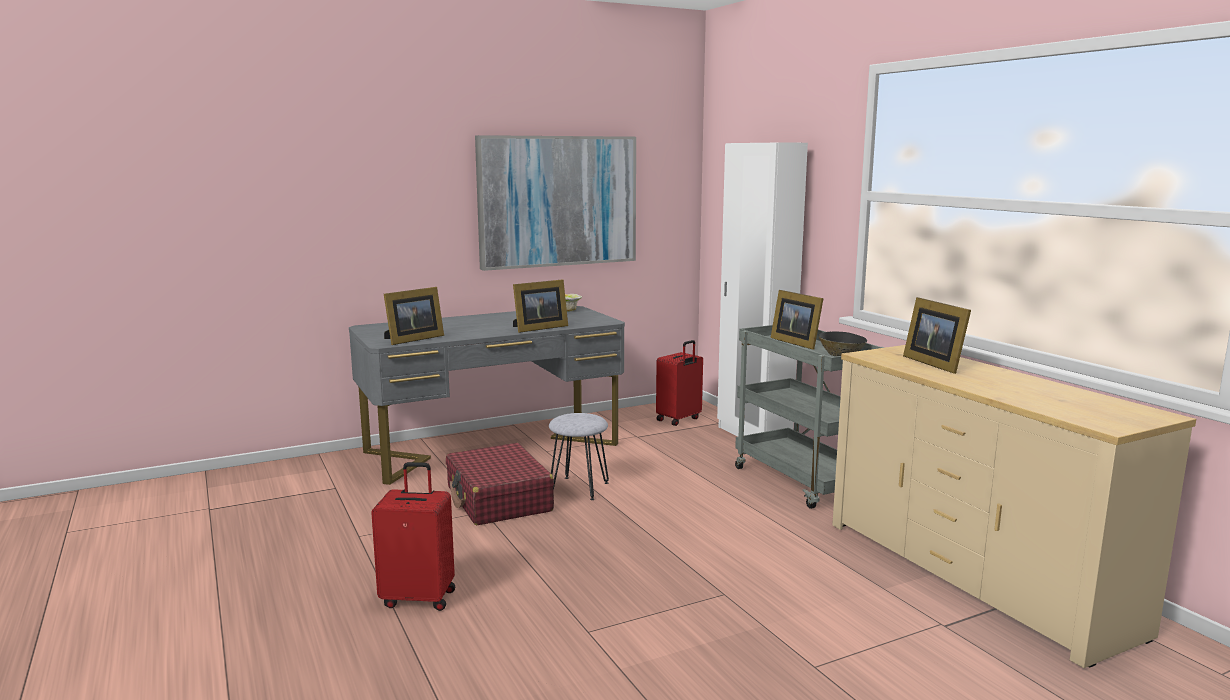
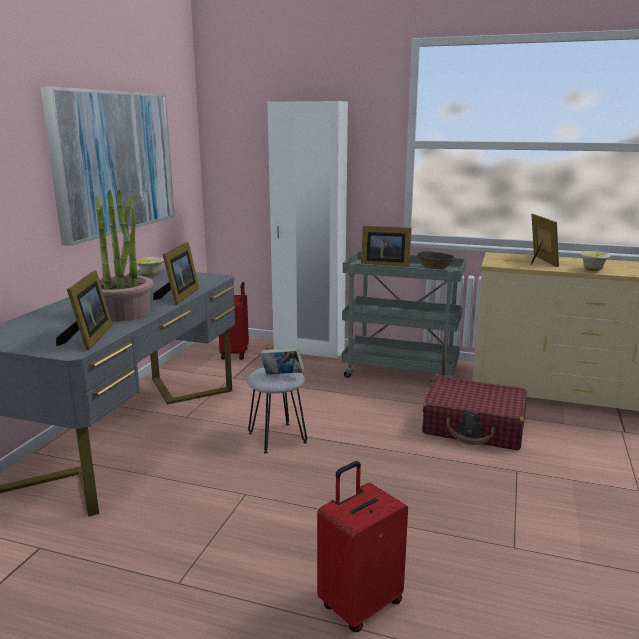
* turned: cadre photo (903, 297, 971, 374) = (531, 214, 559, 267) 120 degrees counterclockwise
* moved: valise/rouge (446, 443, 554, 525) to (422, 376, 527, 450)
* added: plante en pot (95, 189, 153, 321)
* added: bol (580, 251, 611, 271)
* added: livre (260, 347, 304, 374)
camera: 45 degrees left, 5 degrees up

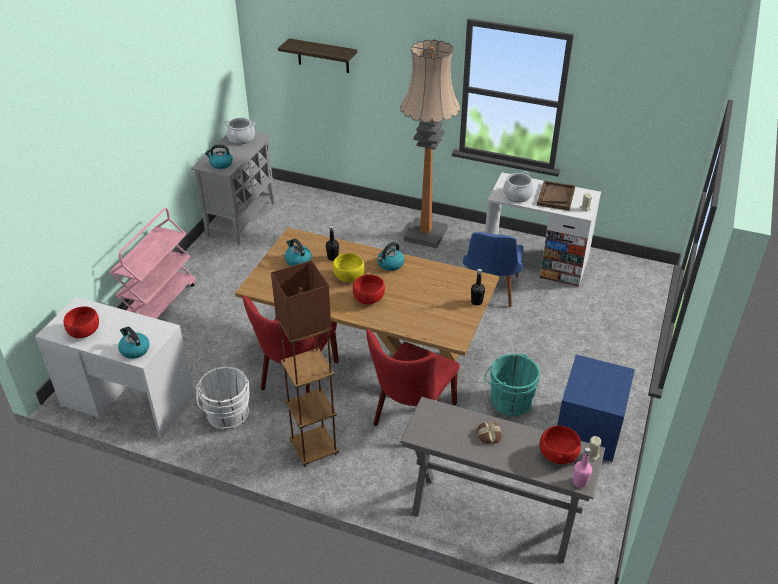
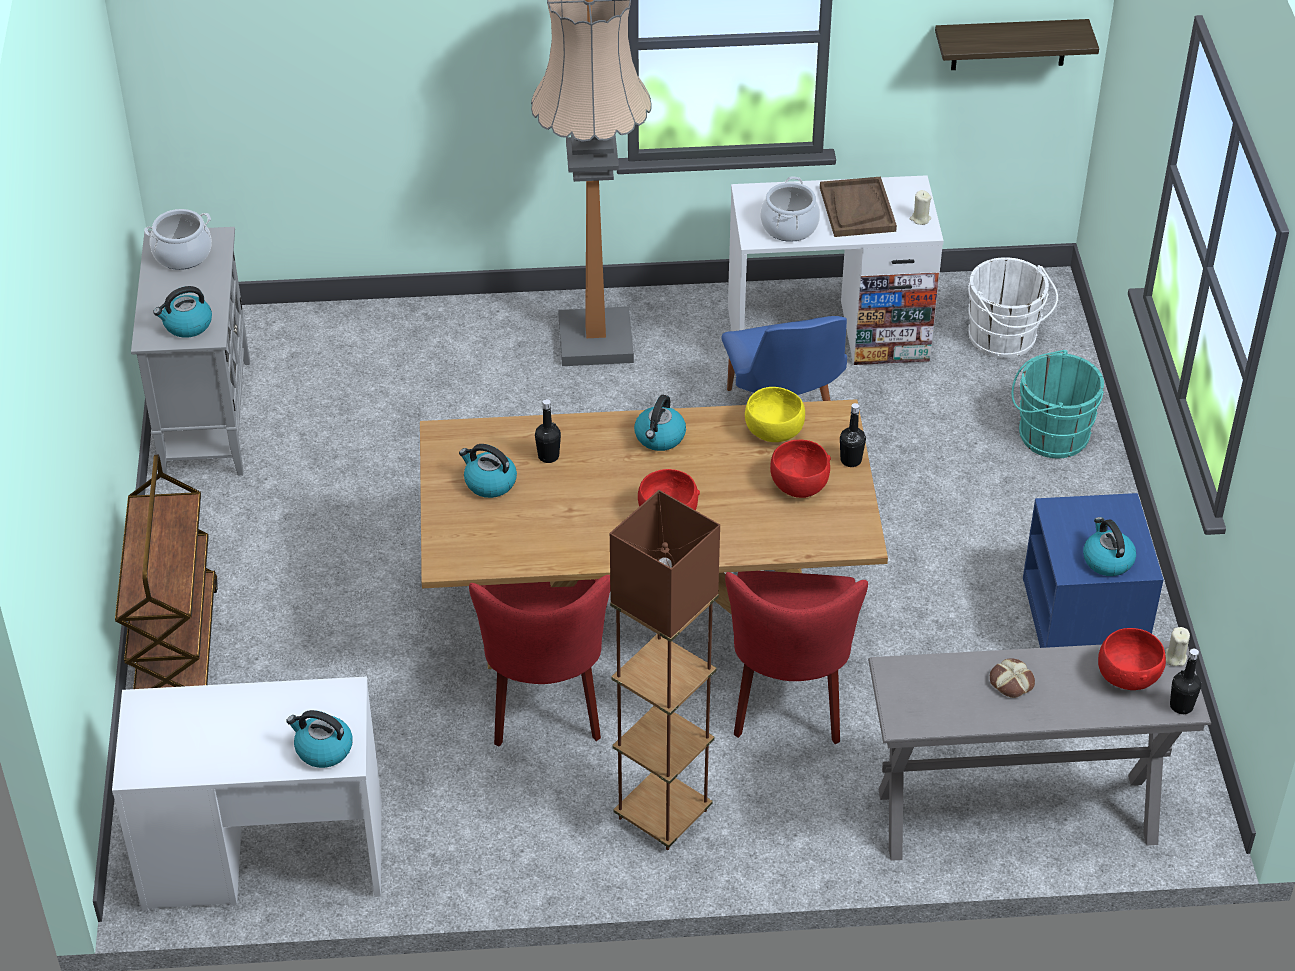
* moved: étagère (278, 38, 357, 73) to (935, 19, 1099, 70)
* recoloured: chariot/rose (110, 208, 196, 319) to chariot/marron (115, 454, 218, 689)
* moved: bol/jaune (333, 253, 365, 282) to (745, 387, 805, 442)
* moved: bol/rouge (64, 306, 99, 338) to (770, 440, 831, 498)
* moved: seau/turquoise (484, 354, 540, 416) to (1012, 350, 1104, 459)
* moved: seau/blanc (196, 367, 250, 430) to (968, 257, 1058, 359)
* recoloured: bouteille/rose (573, 447, 592, 488) to bouteille/noir (1170, 648, 1201, 714)
* added: bouilloire (1083, 517, 1136, 576)
camera: 25 degrees left, 5 degrees up

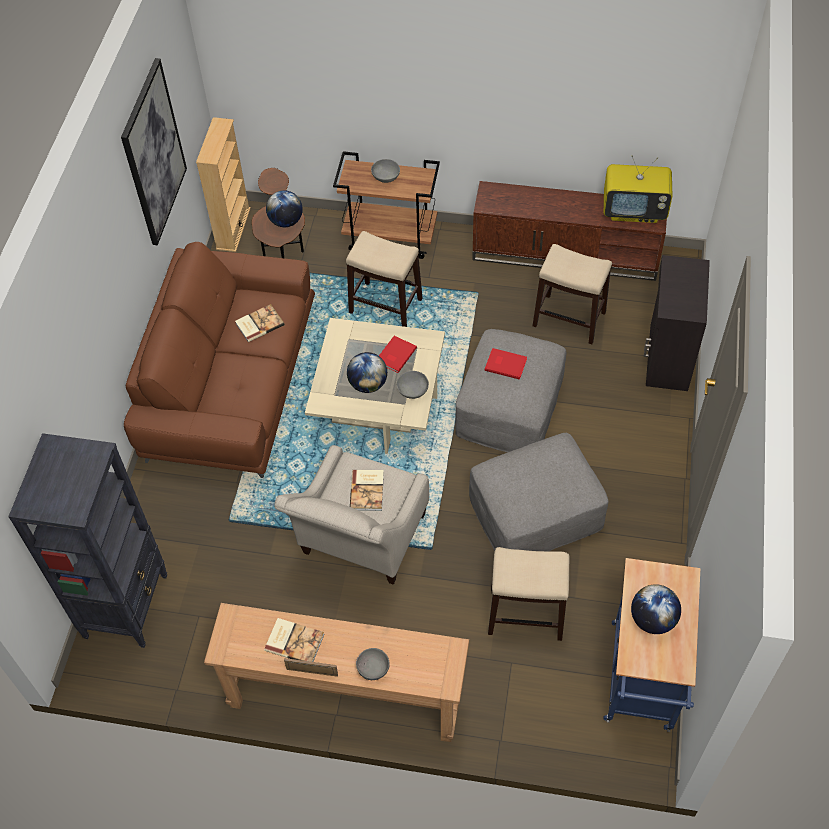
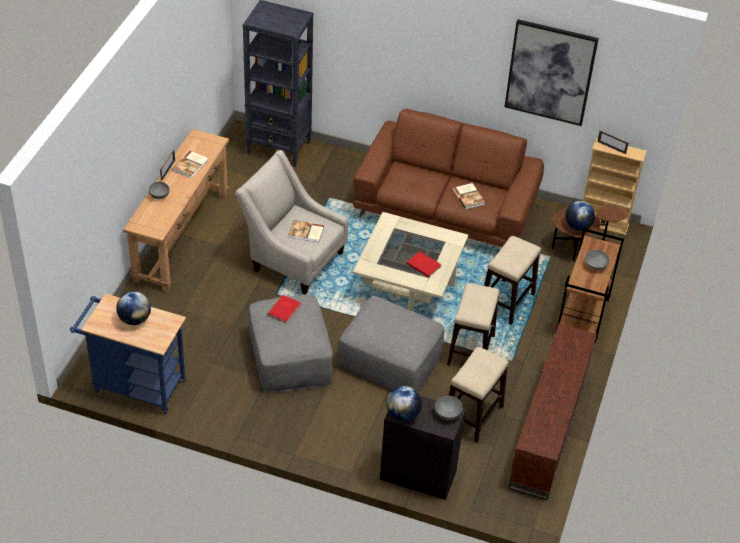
* removed: téléviseur (604, 155, 673, 223)
* moved: livre/rouge (485, 348, 527, 380) to (268, 295, 301, 323)
* moved: globe (347, 352, 387, 393) to (386, 386, 422, 422)
* moved: bol/gris (397, 371, 429, 399) to (435, 396, 463, 420)
* moved: tabouret (488, 547, 570, 641) to (447, 283, 500, 366)
* added: cadre photo (597, 130, 629, 154)
camera: 95 degrees right, 10 degrees down

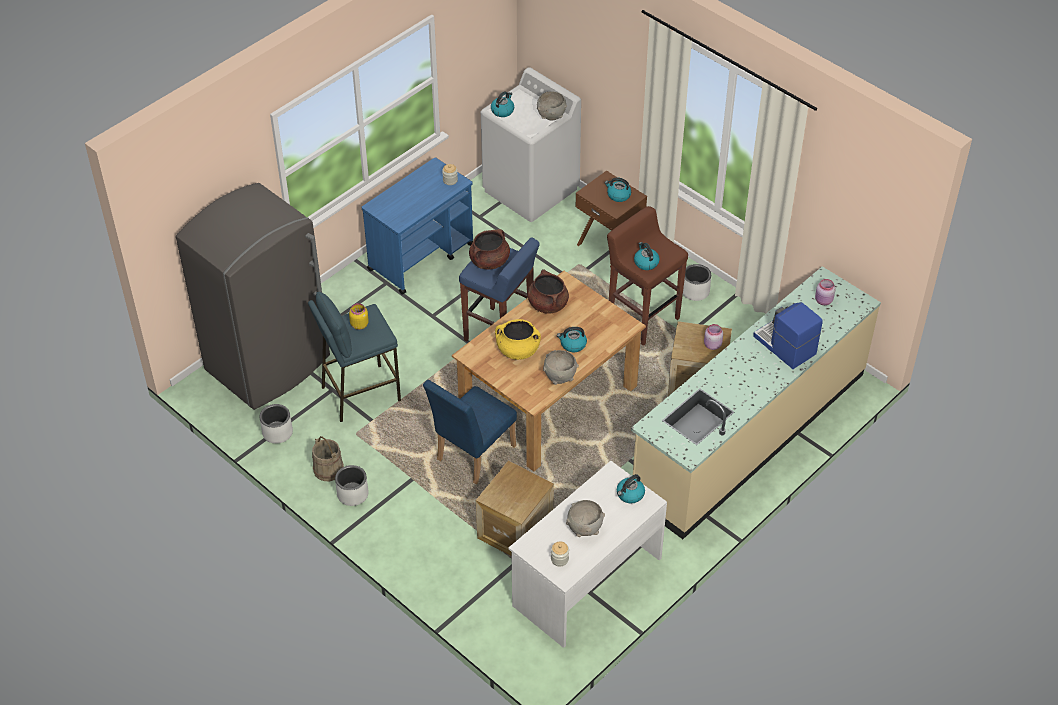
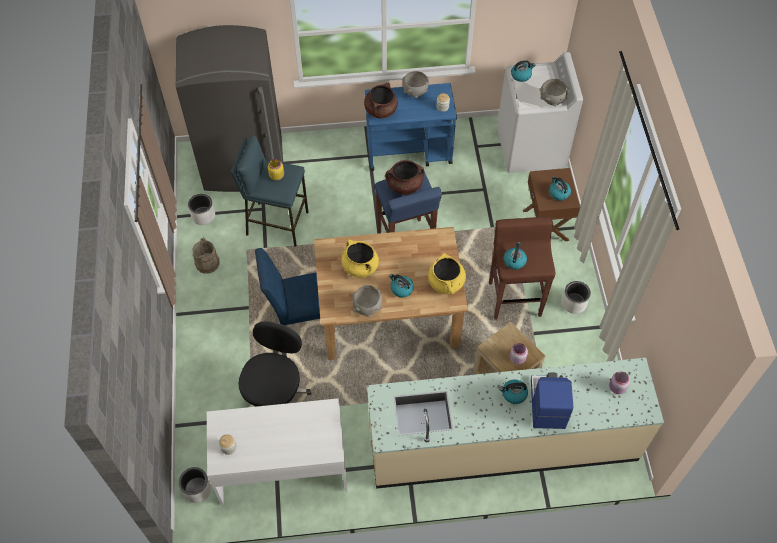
* moved: marmite/marron (527, 269, 569, 314) to (364, 83, 398, 118)
* replaced: caisse (476, 461, 554, 556) to chaise de bureau/noir (239, 321, 311, 407)
* moved: cache-pot/blanc (335, 465, 369, 506) to (179, 467, 211, 503)
* moved: bouilloire (617, 474, 645, 504) to (499, 379, 528, 404)
* moved: bol/gris (566, 500, 605, 537) to (402, 71, 429, 98)
* added: marmite/jaune (428, 253, 466, 294)
camera: 40 degrees right, 10 degrees up

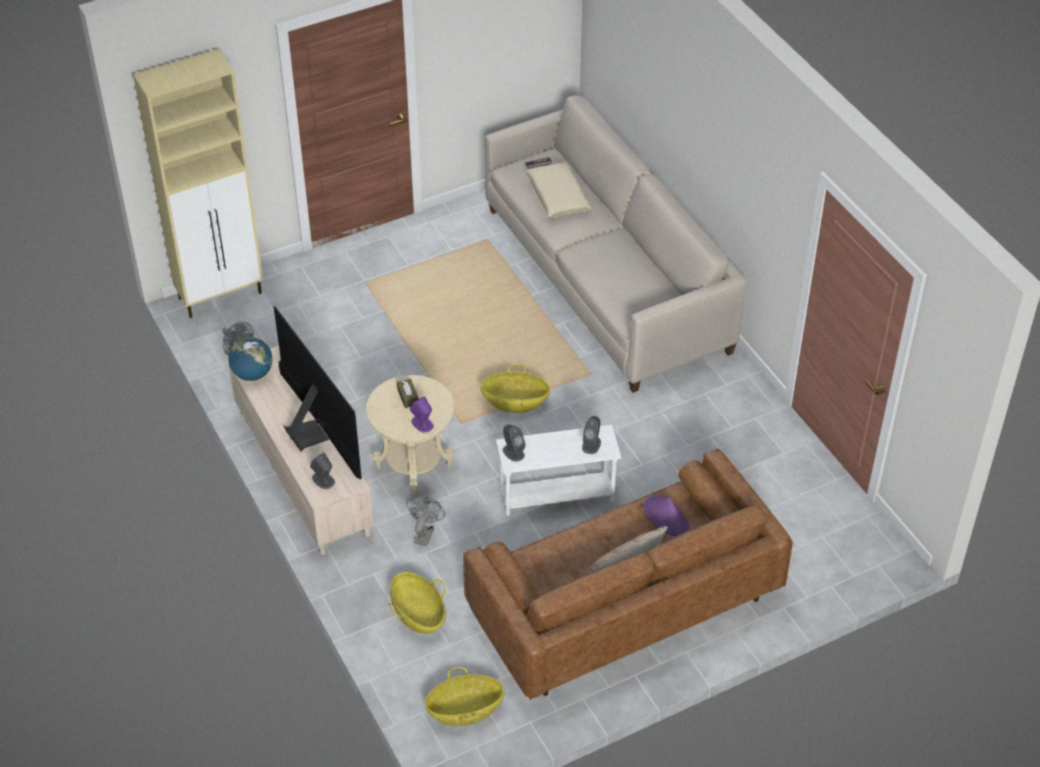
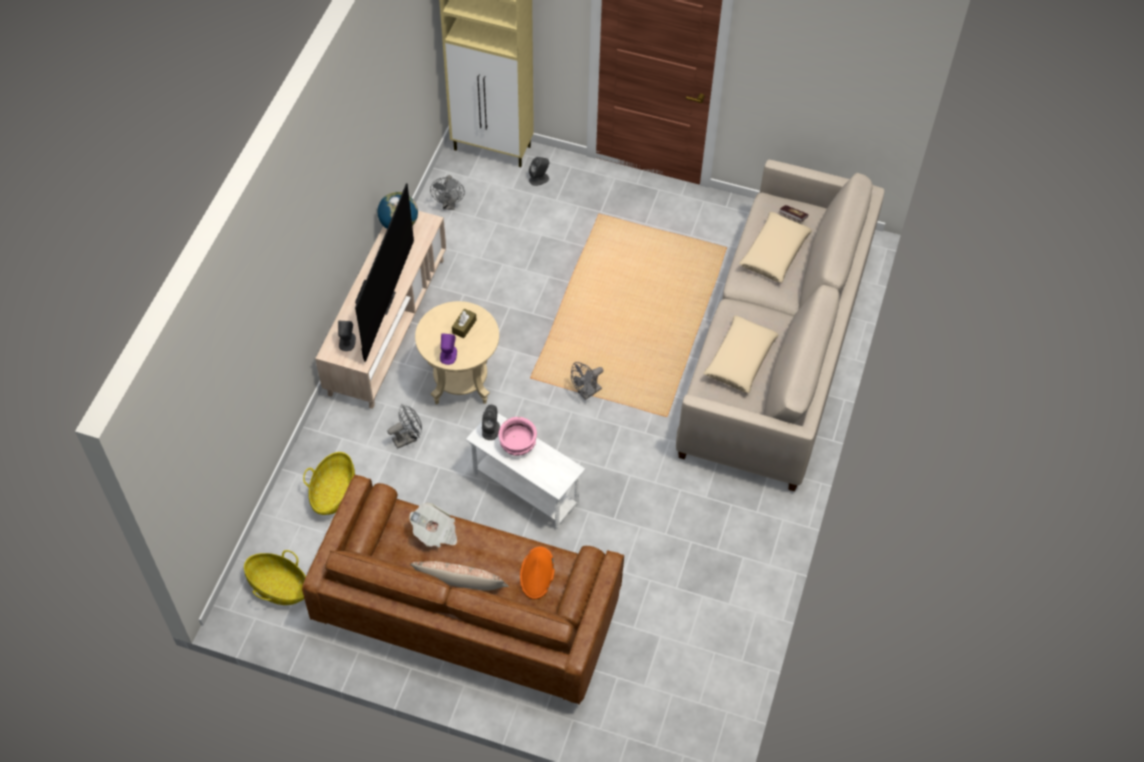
* replaced: panier (481, 364, 550, 413) to ventilateur/gris (571, 362, 603, 400)
* moved: enceinte/gris (582, 416, 601, 454) to (529, 157, 550, 186)
* recoloured: chapeau/violet (643, 496, 690, 536) to chapeau/orange (520, 546, 555, 599)
* added: coussin/beige (704, 316, 779, 393)
* added: bol/rose (498, 417, 537, 456)
* added: journal (409, 503, 457, 548)
camera: 45 degrees right, 10 degrees up

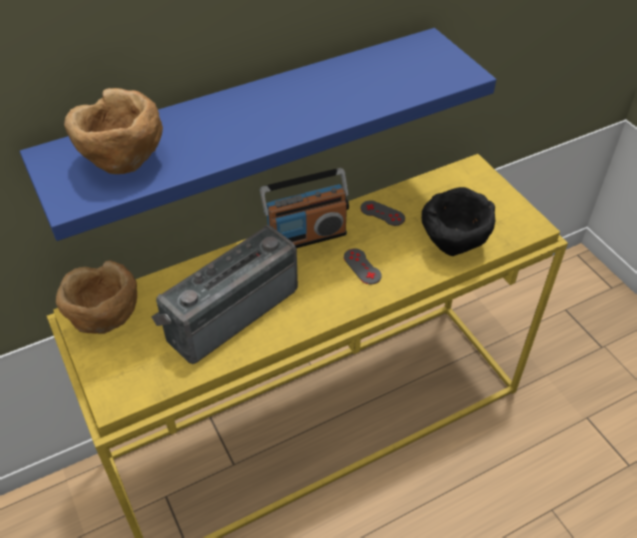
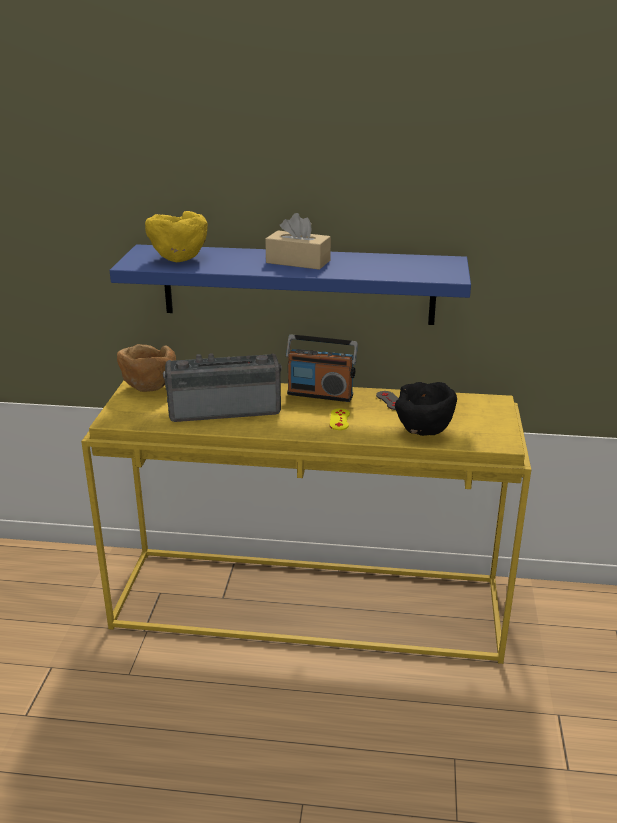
* recoloured: bol/marron (64, 88, 163, 174) to bol/jaune (145, 211, 208, 262)
* recoloured: manette/gris (344, 249, 382, 284) to manette/jaune (330, 408, 350, 430)
* added: boîte à mouchoirs/beige (265, 213, 331, 270)
camera: 35 degrees right, 20 degrees down

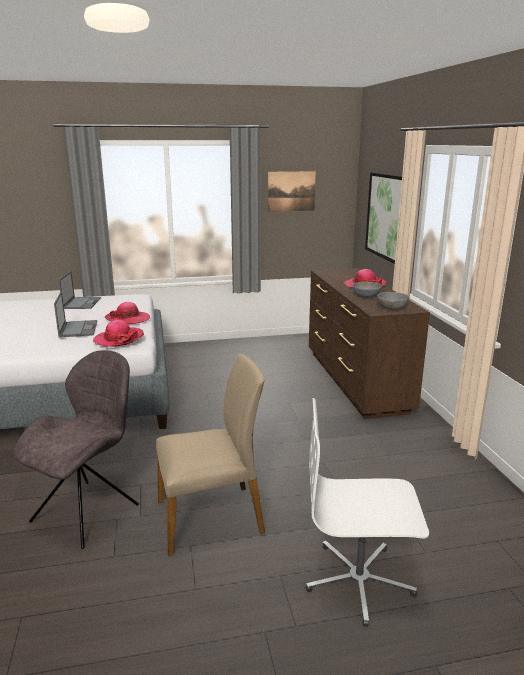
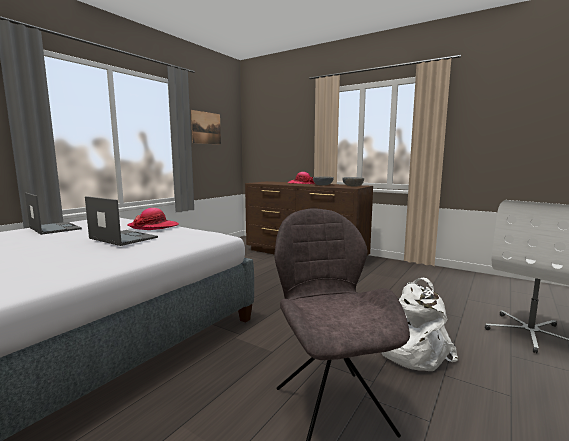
* removed: tableau (365, 172, 402, 264)
* removed: chapeau (93, 320, 144, 347)
* replaced: chaise/beige (156, 354, 265, 556) to sac à dos/blanc (381, 278, 458, 371)
camera: 45 degrees left, 10 degrees down

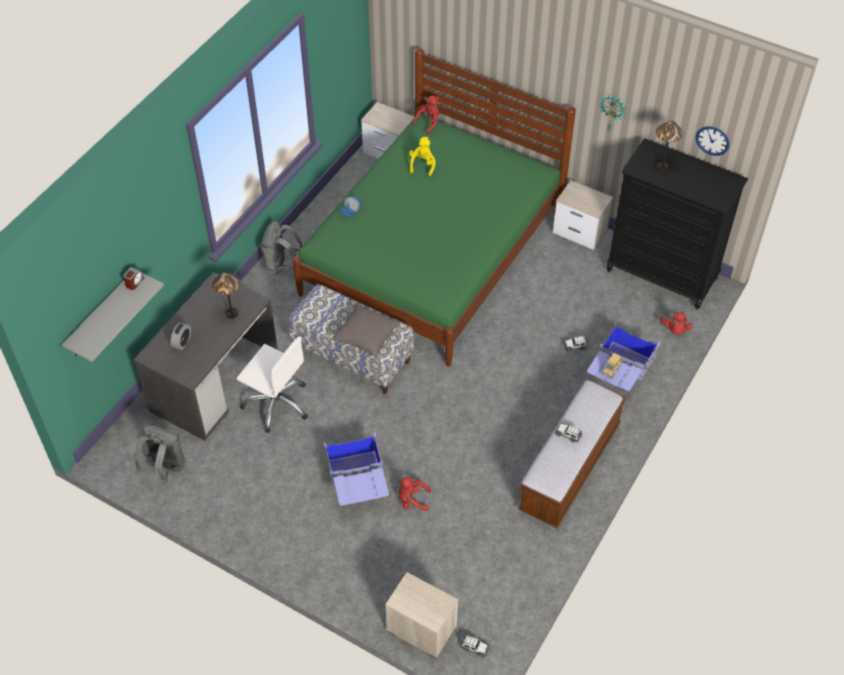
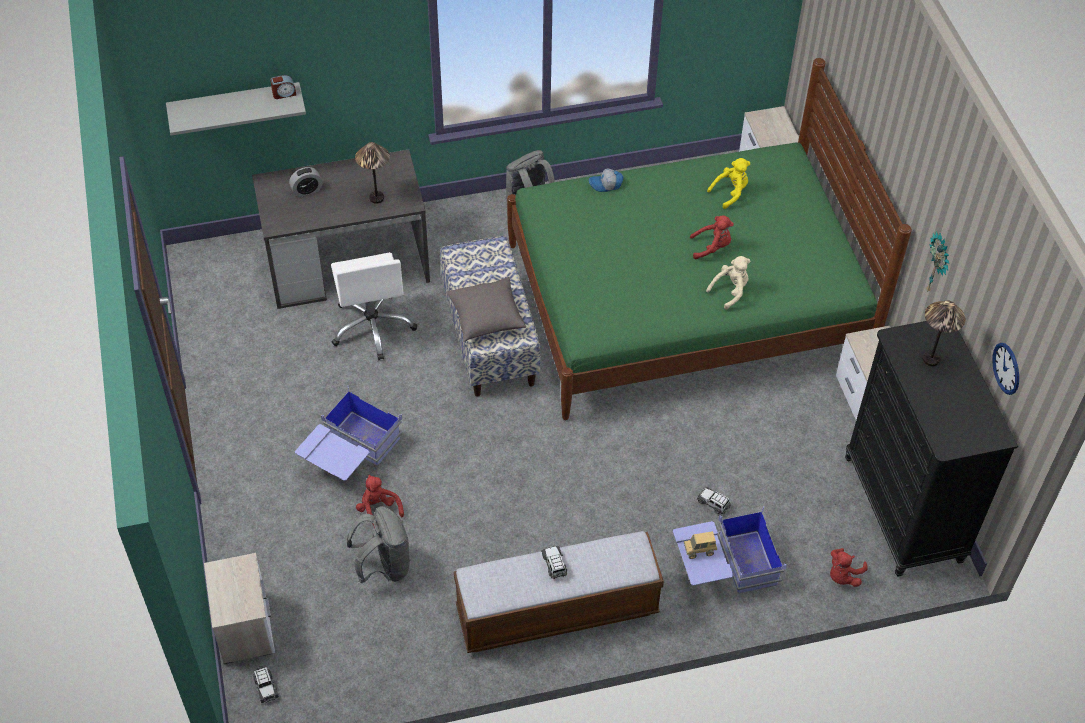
* moved: peluche/rouge (412, 95, 440, 134) to (690, 216, 734, 259)
* moved: sac à dos/gris (135, 426, 185, 484) to (347, 506, 411, 584)
* added: peluche/beige (706, 256, 751, 309)
camera: 45 degrees right, 0 degrees up

